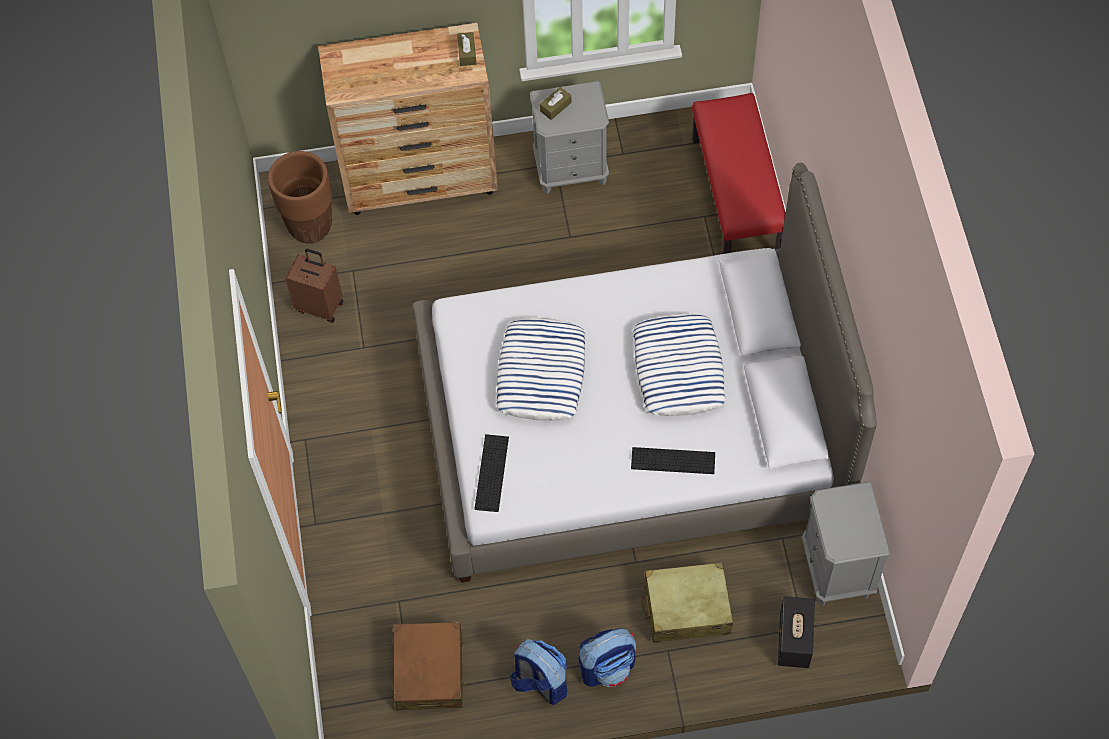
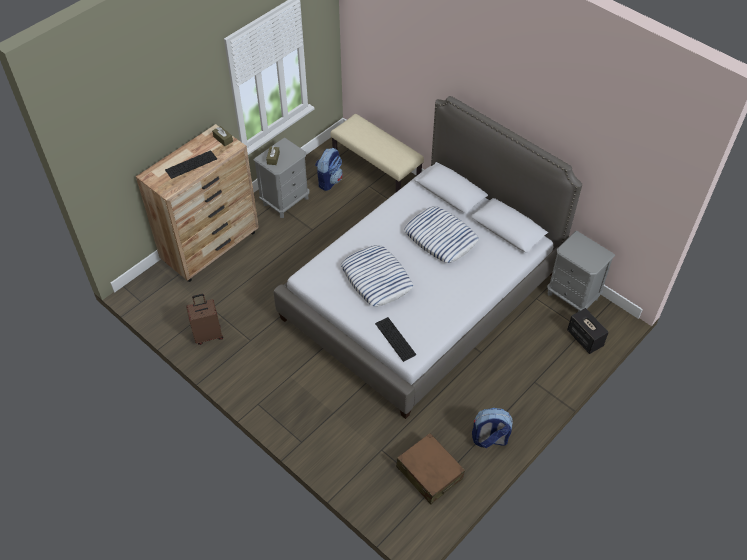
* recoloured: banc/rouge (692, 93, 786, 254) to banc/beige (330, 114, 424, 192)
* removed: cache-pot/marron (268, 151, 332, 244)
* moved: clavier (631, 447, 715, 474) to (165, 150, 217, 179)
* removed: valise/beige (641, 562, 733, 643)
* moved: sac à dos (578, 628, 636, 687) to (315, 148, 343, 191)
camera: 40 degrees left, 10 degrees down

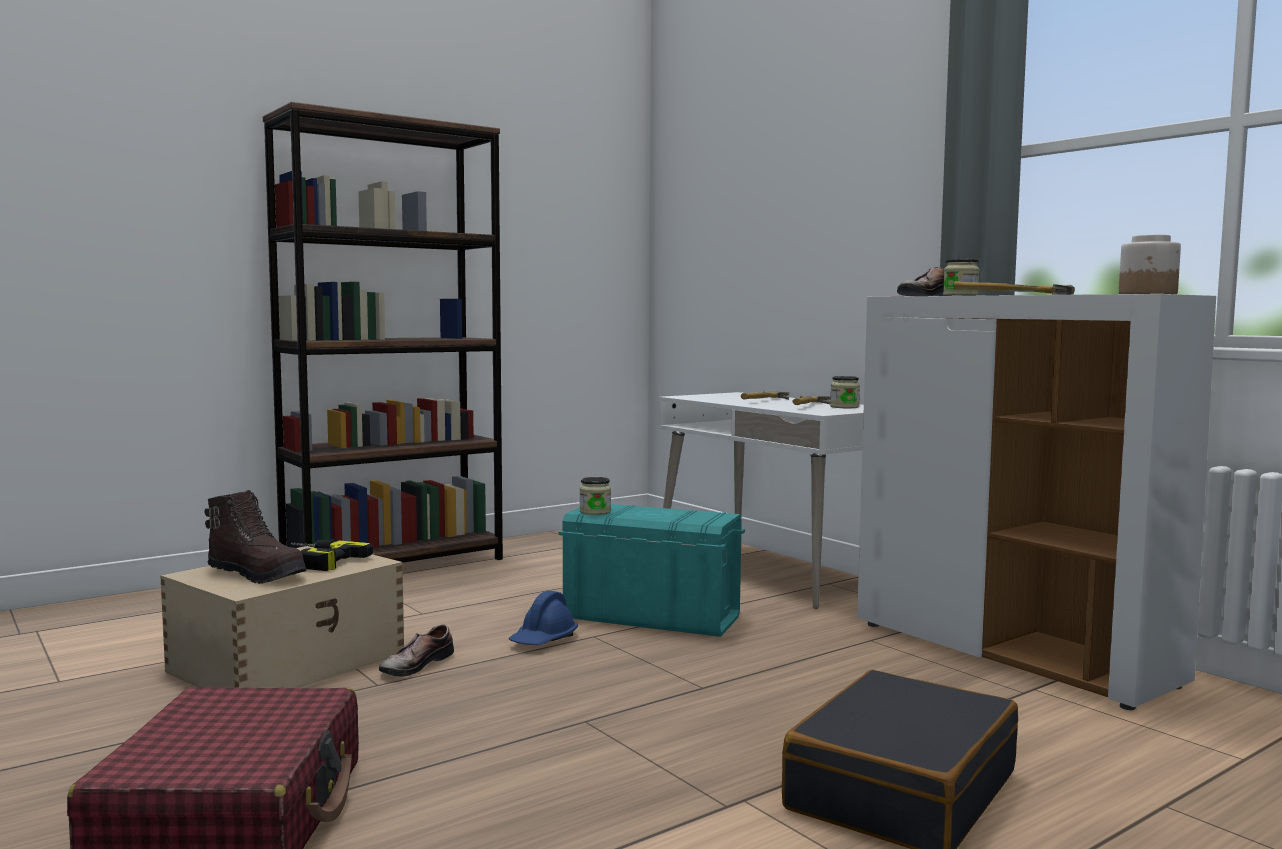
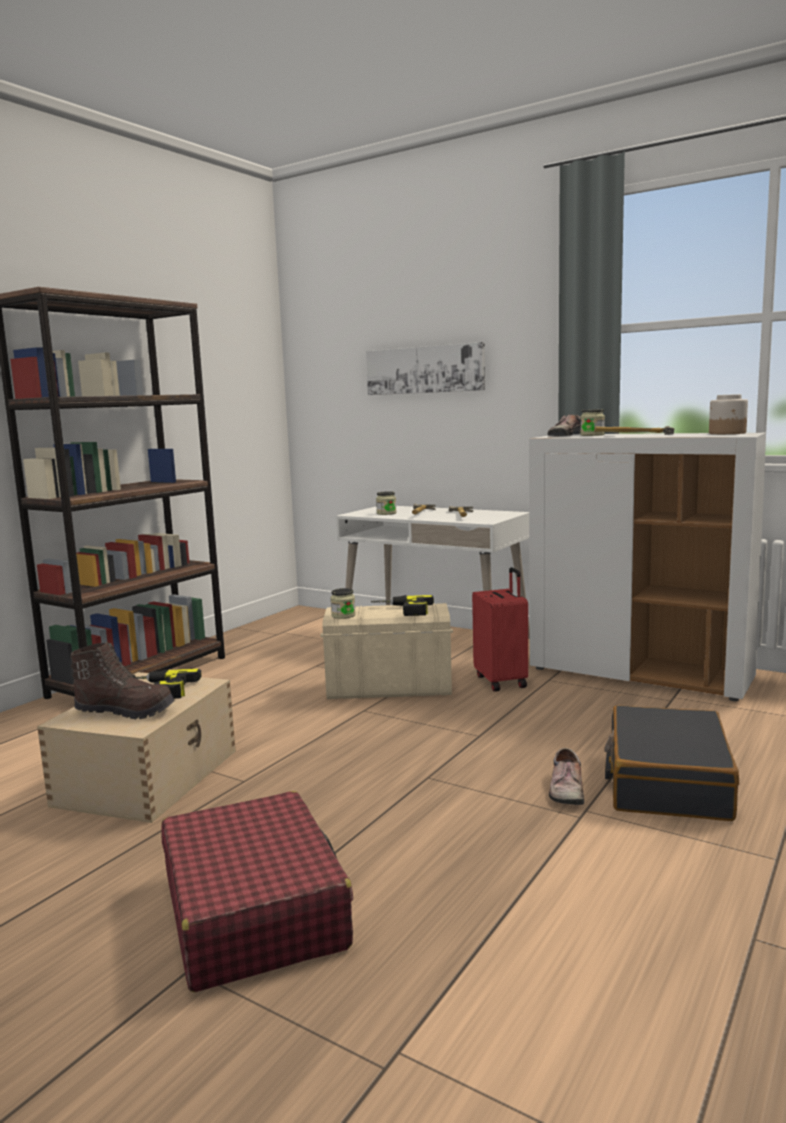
* moved: bocal (830, 376, 860, 408) to (376, 491, 396, 515)
* recoloured: boîte de rangement/turquoise (559, 504, 745, 637) to boîte de rangement/beige (320, 603, 453, 699)
* removed: casque de chantier/bleu (509, 591, 578, 645)
* moved: chaussure (379, 624, 454, 677) to (549, 748, 584, 805)
* added: tableau (366, 342, 485, 395)
* added: valise/rouge (472, 567, 528, 692)
* added: perceuse (371, 595, 434, 616)
camera: 20 degrees left, 5 degrees up

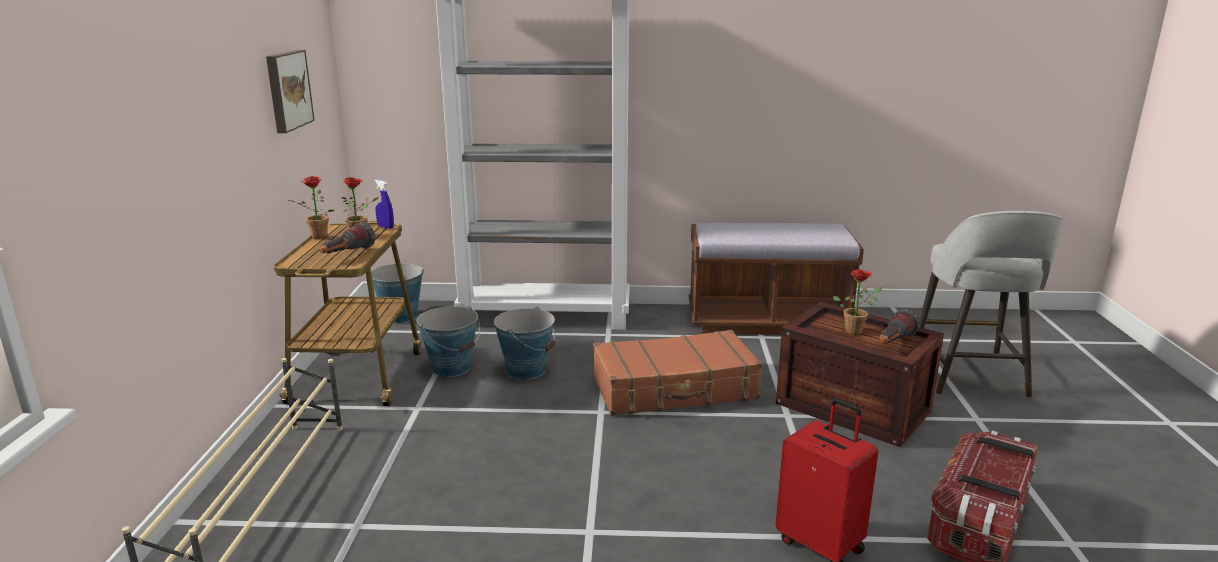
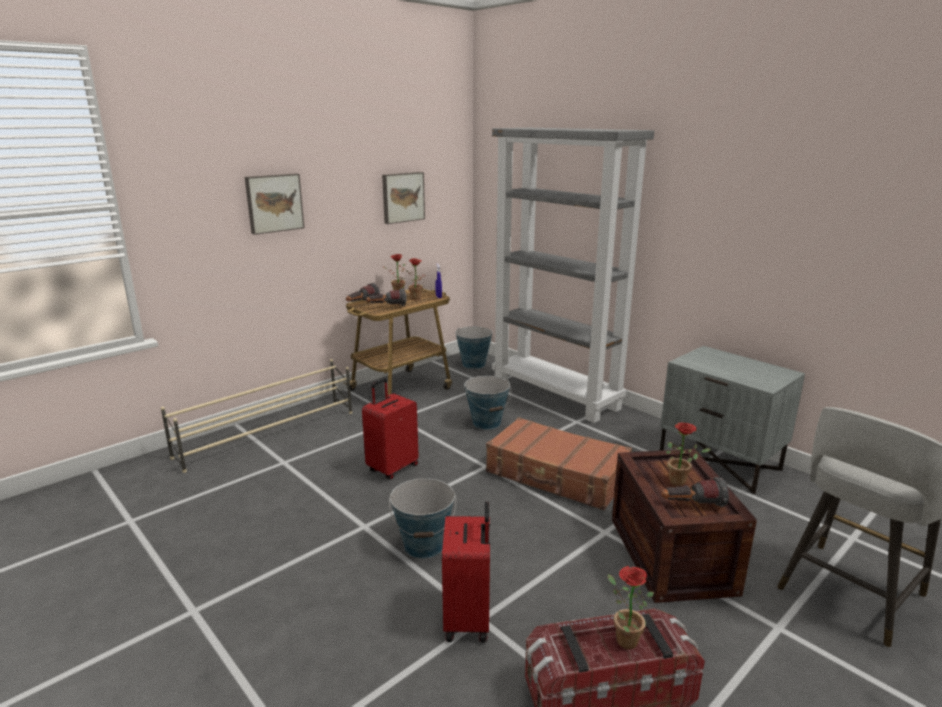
* replaced: banc/marron (689, 223, 864, 335) to table de chevet/gris (660, 346, 805, 494)
* moved: seau (417, 306, 480, 377) to (389, 478, 456, 559)
* added: tableau (245, 173, 304, 235)
* added: lampe de poche (346, 283, 380, 302)
* added: valise/rouge (362, 379, 419, 480)
* added: plante en pot (608, 566, 654, 650)
camera: 45 degrees right, 0 degrees up

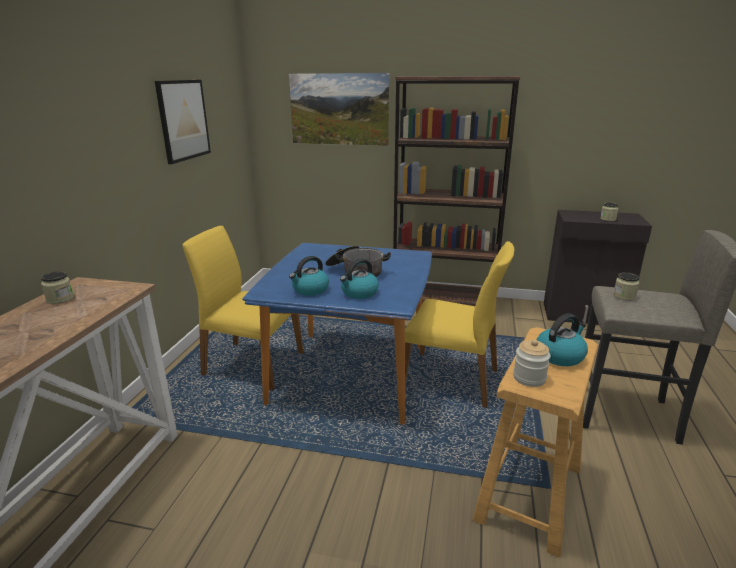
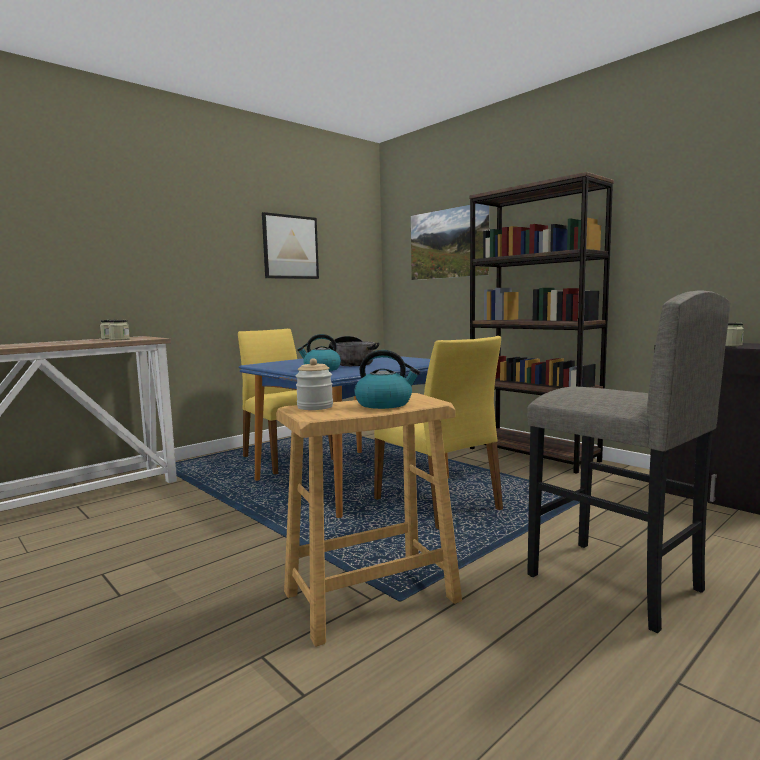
* removed: bouilloire (289, 256, 329, 296)
* moved: bocal (613, 273, 639, 300) to (108, 320, 130, 340)
camera: 35 degrees right, 15 degrees down

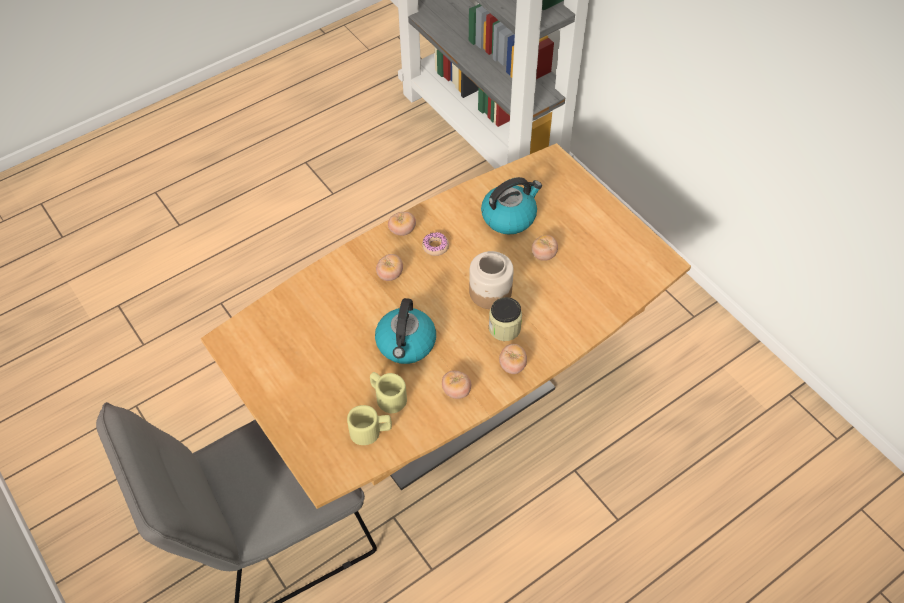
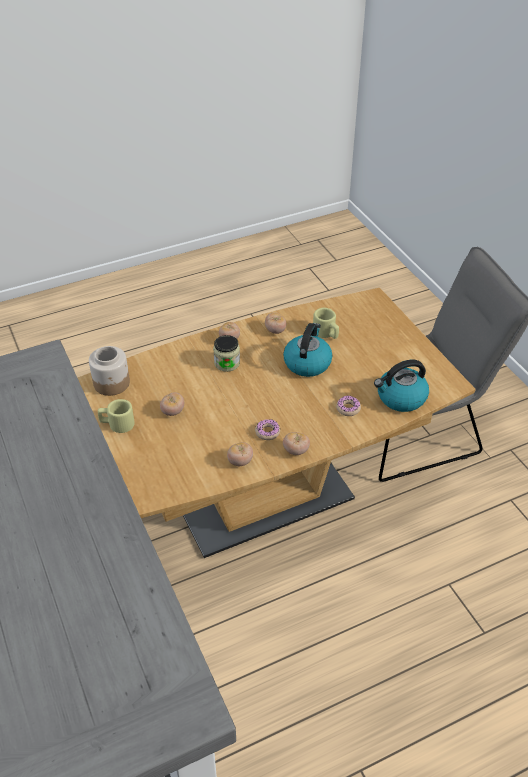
* moved: bouilloire (481, 177, 542, 234) to (374, 360, 429, 412)
* moved: bocal (469, 251, 514, 309) to (89, 346, 130, 396)
* moved: tomate (376, 254, 403, 281) to (227, 442, 253, 466)
* moved: mug/beige (347, 405, 392, 445) to (98, 399, 135, 433)
* added: beignet (336, 396, 361, 416)
camera: 170 degrees left, 10 degrees down

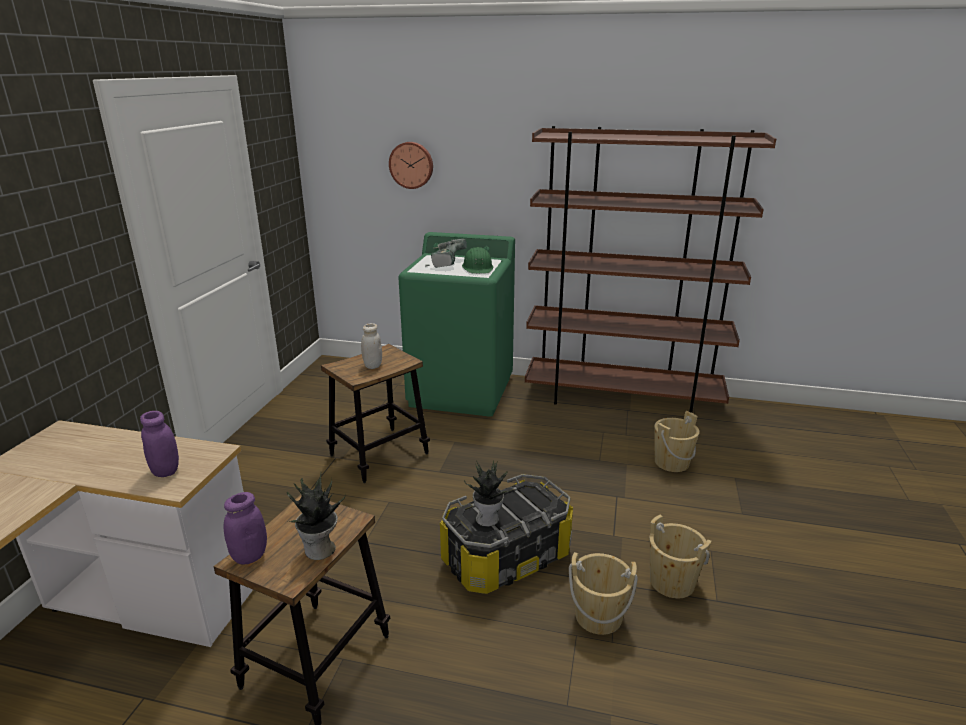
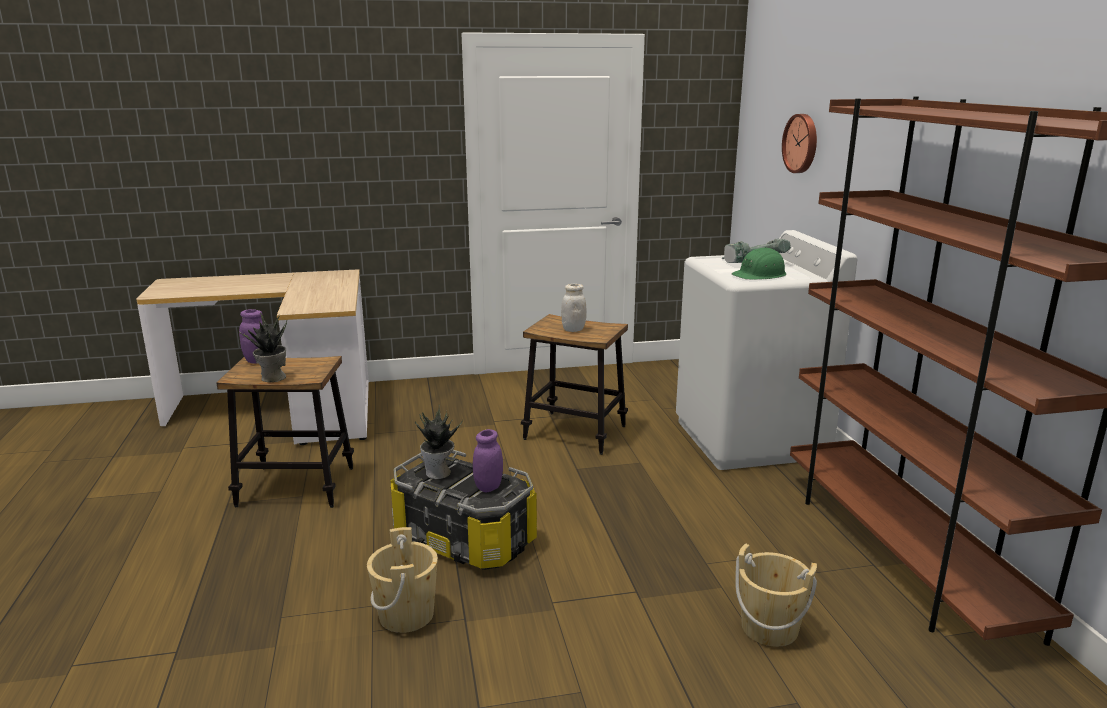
* recoloured: lave-linge/vert (398, 232, 515, 417) to lave-linge/blanc (676, 230, 857, 470)
* moved: bocal/violet (140, 411, 179, 477) to (473, 429, 503, 492)
* removed: seau/beige (650, 515, 711, 598)
camera: 65 degrees right, 5 degrees down

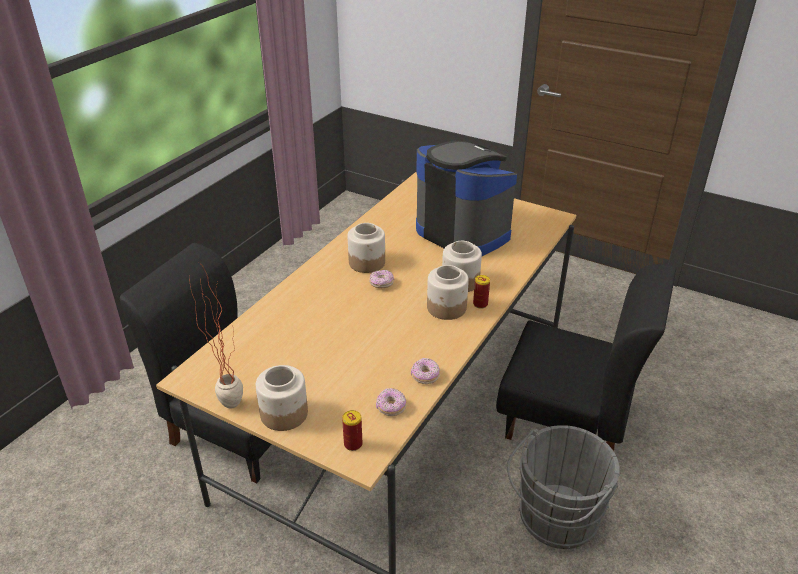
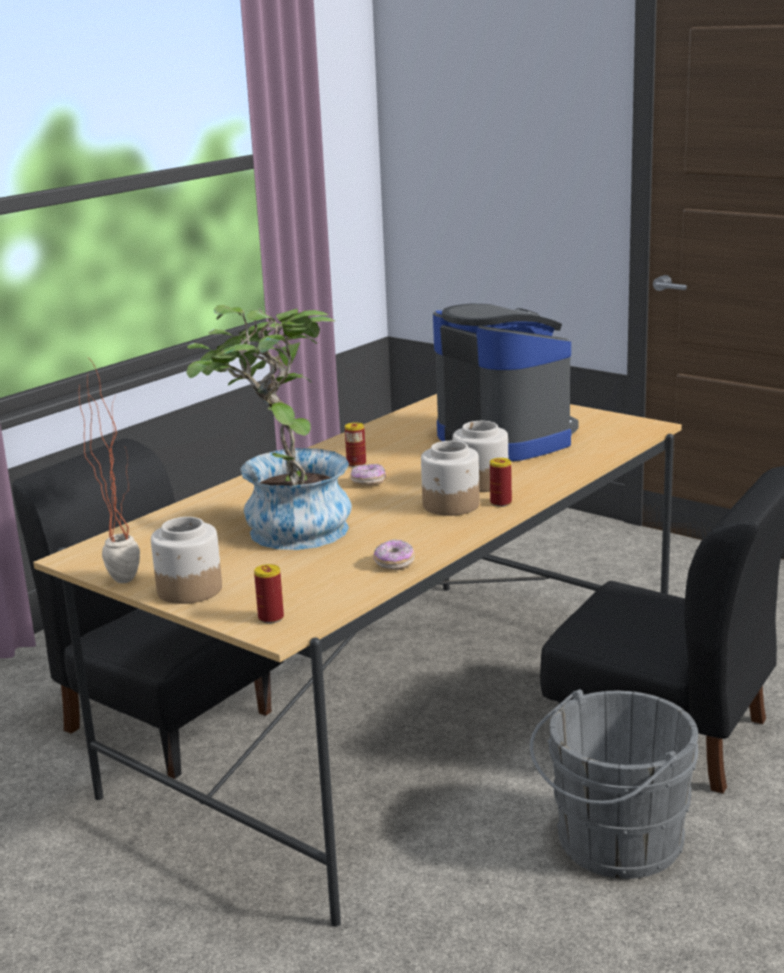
* replaced: bocal (348, 223, 385, 273) to boîte métallique (345, 422, 366, 467)
* removed: beignet (376, 388, 406, 416)
* added: plante en pot (186, 305, 352, 550)
camera: 10 degrees right, 15 degrees down

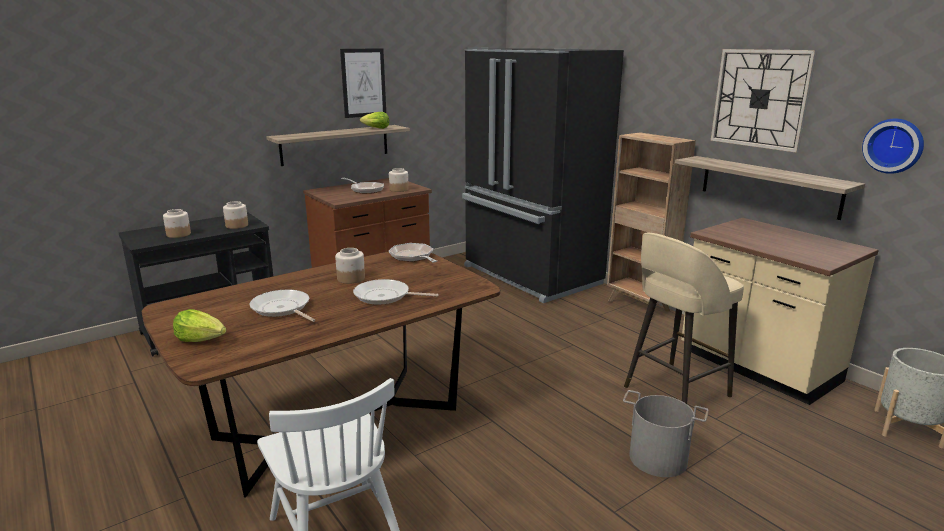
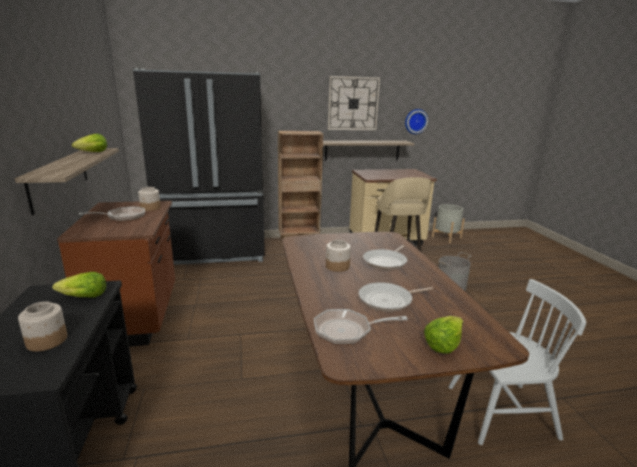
* removed: tableau (340, 48, 386, 118)
* replaced: bocal (223, 201, 248, 229) to laitue (52, 272, 106, 298)
* moved: poêle (389, 243, 437, 262) to (314, 309, 408, 345)
camera: 65 degrees left, 0 degrees up

